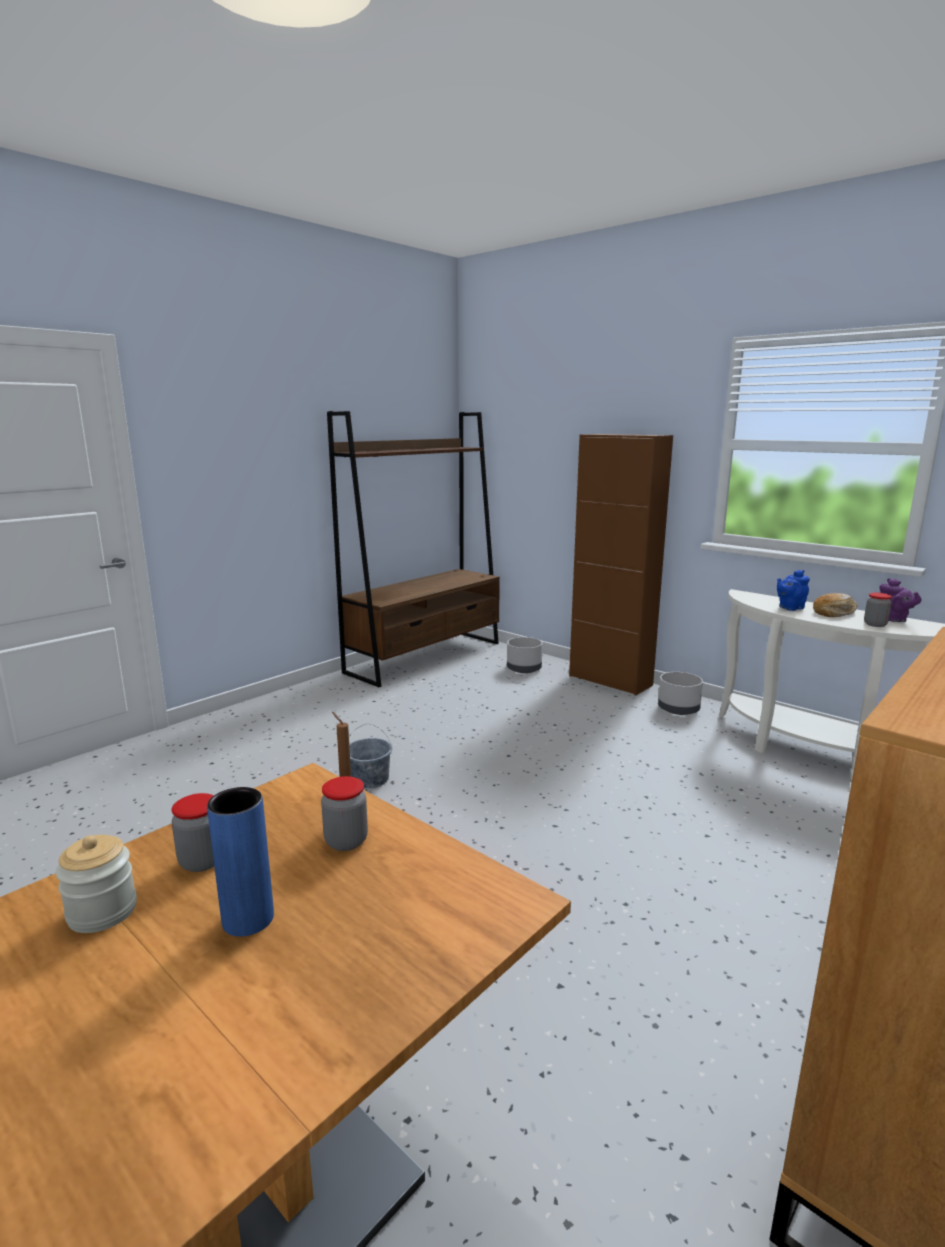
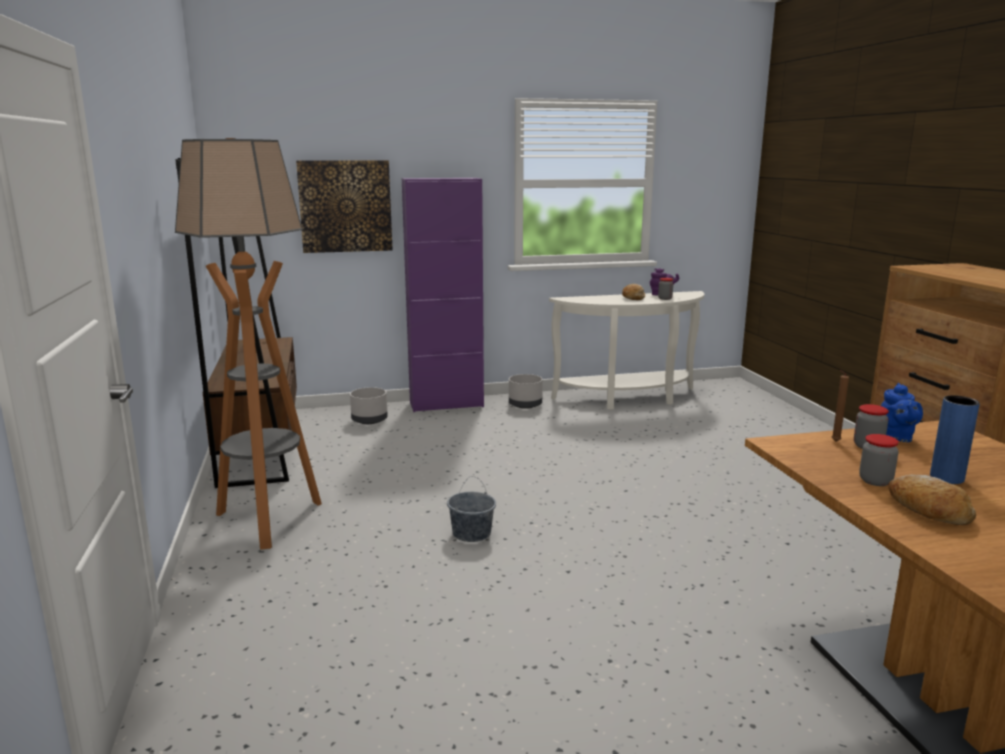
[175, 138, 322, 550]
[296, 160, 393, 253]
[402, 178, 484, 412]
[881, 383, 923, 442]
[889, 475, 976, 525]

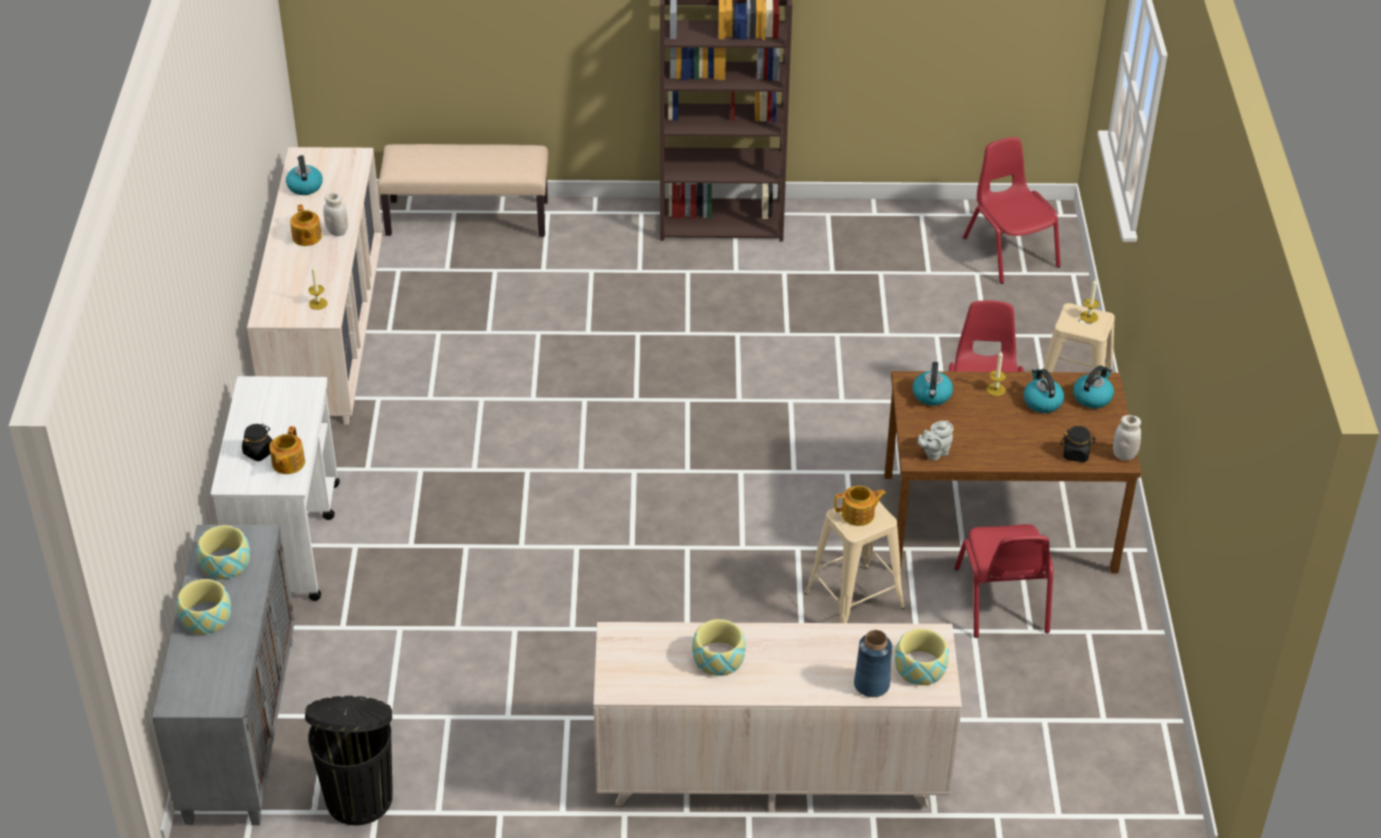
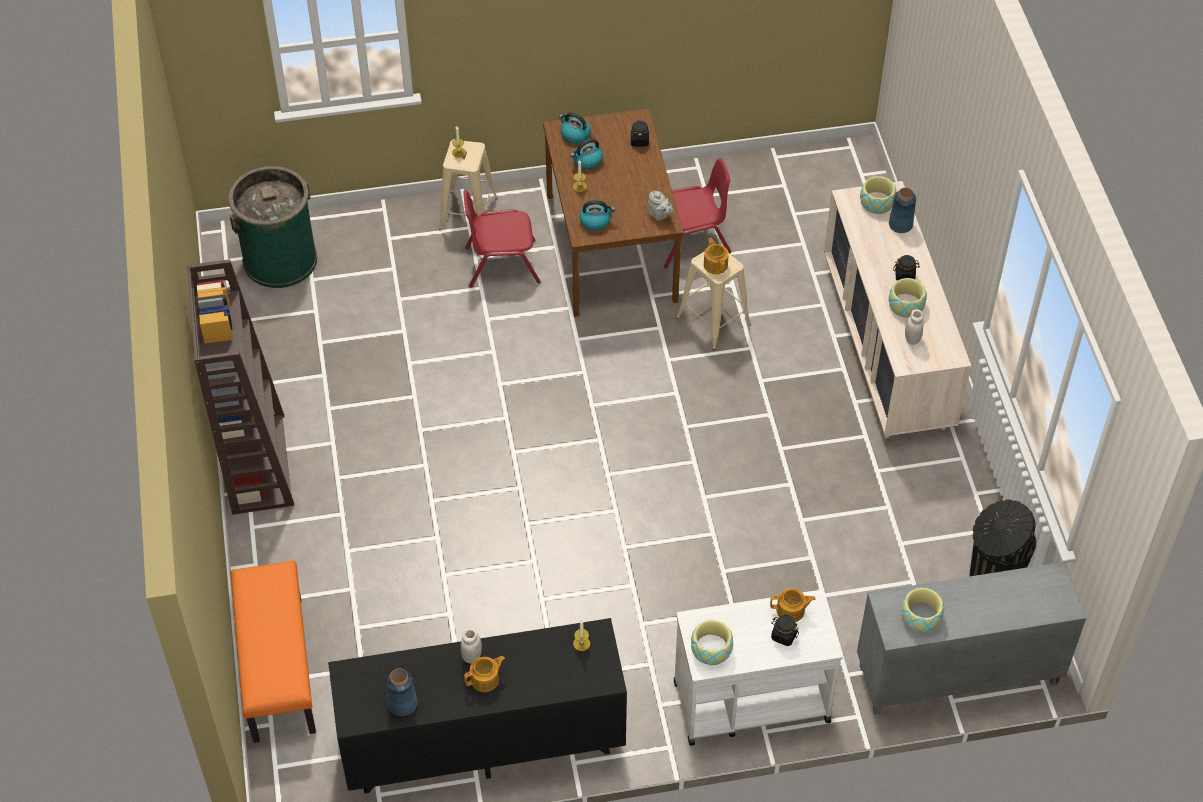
[228, 166, 317, 288]
[230, 561, 316, 743]
[328, 618, 627, 794]
[386, 668, 417, 716]
[691, 620, 733, 665]
[893, 255, 920, 281]
[905, 309, 924, 345]

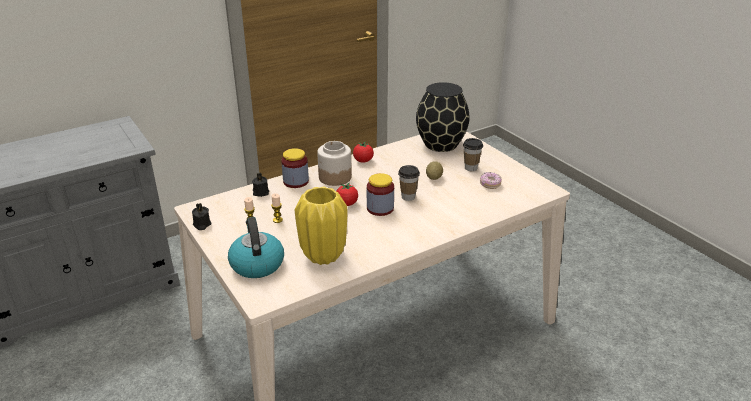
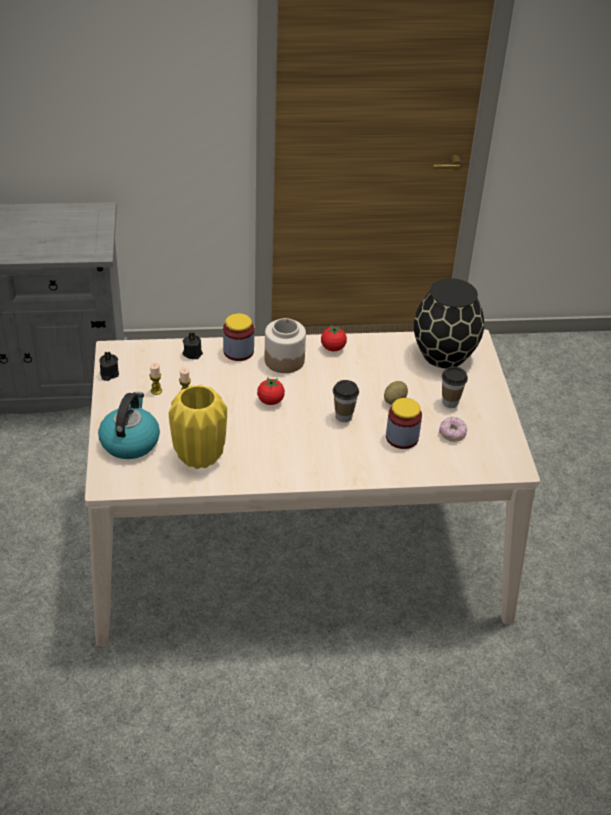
[386, 398, 422, 449]

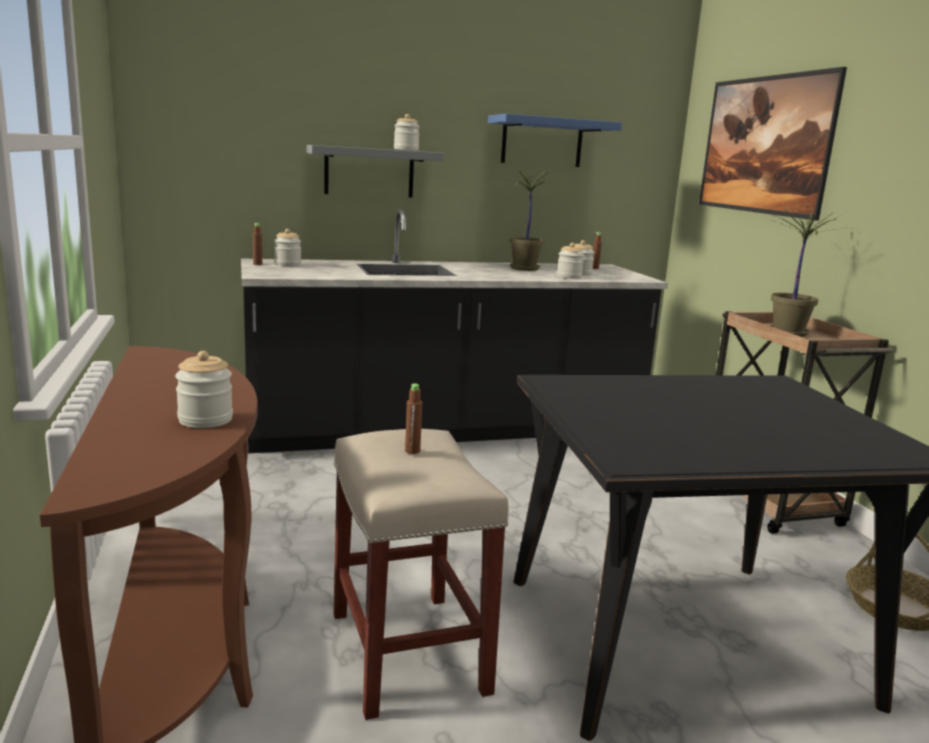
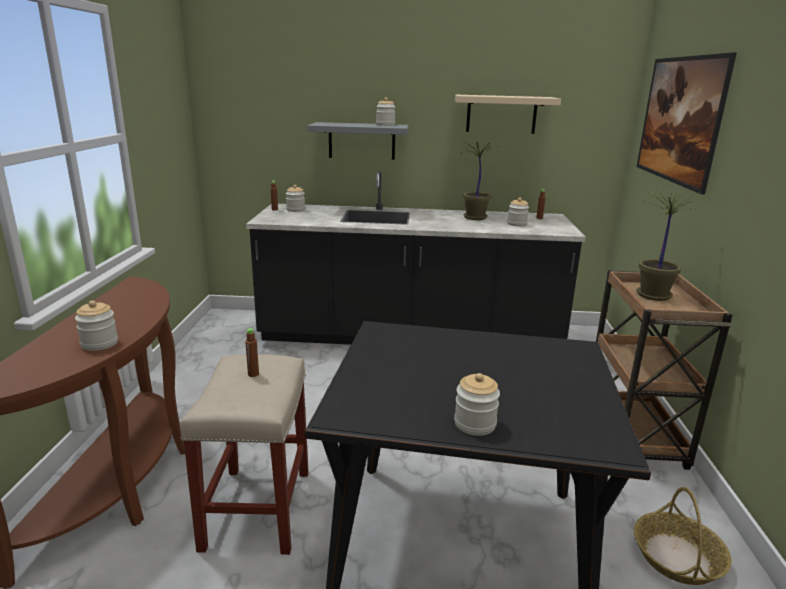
[454, 373, 500, 436]
[455, 95, 561, 134]

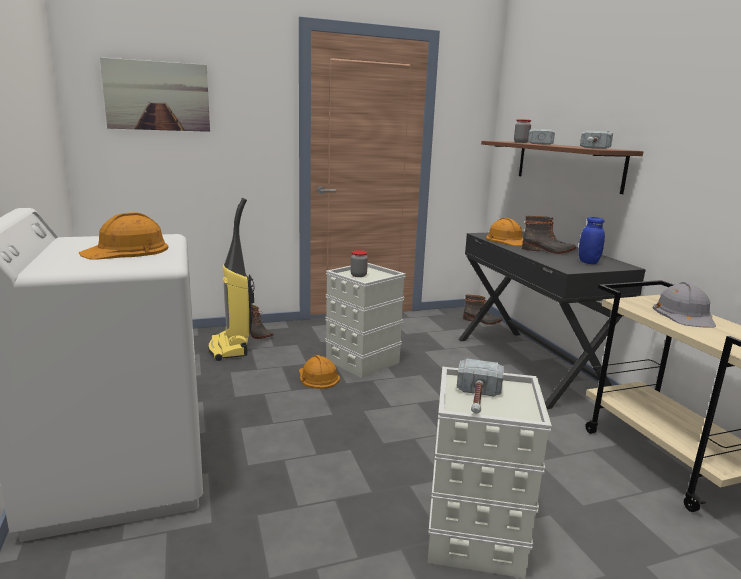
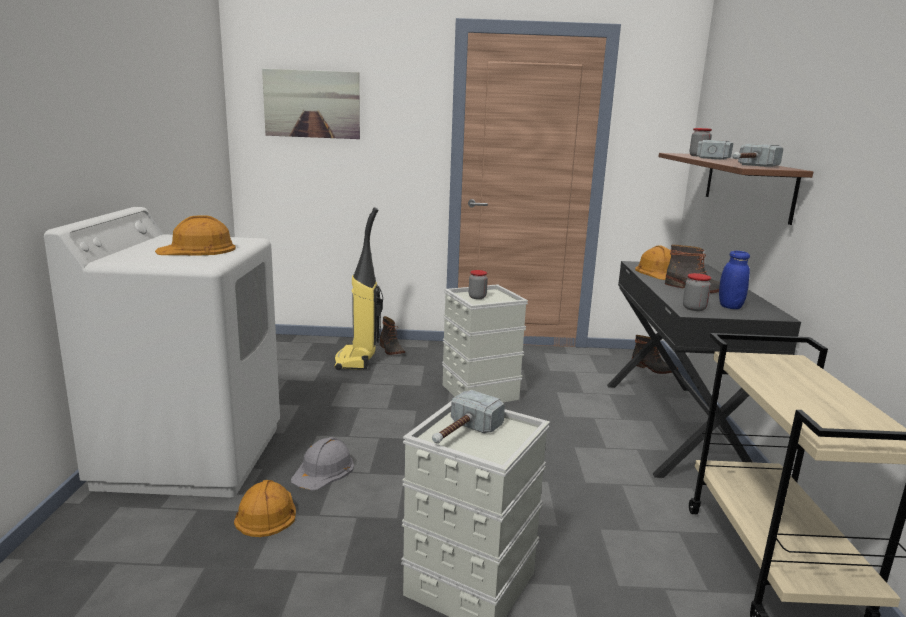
[234, 480, 296, 537]
[291, 437, 354, 491]
[683, 273, 711, 311]

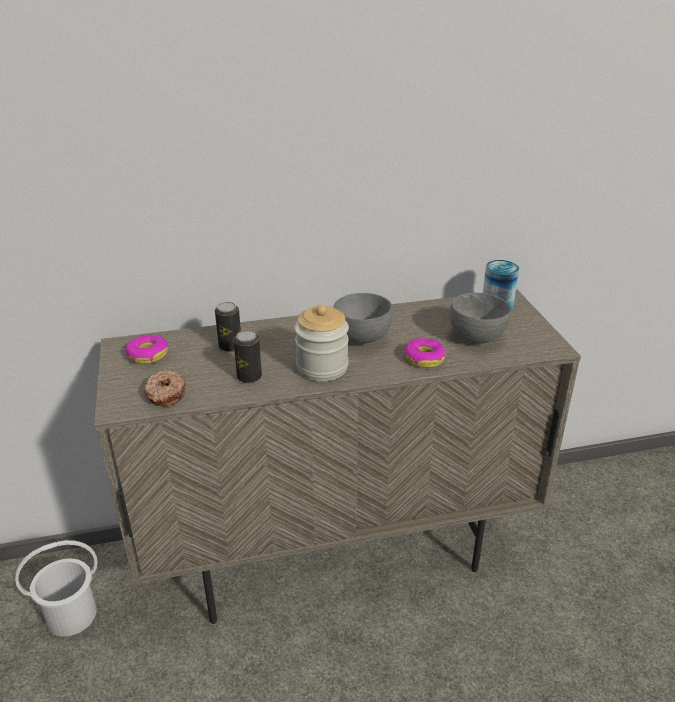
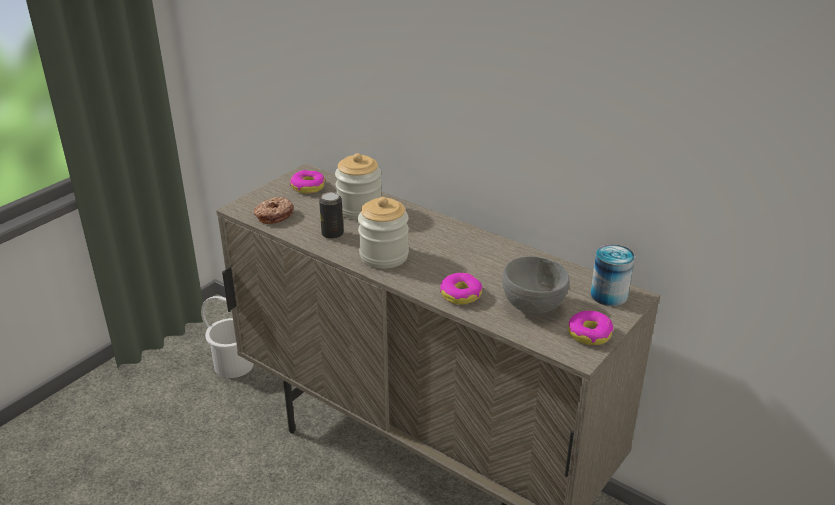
[335, 153, 382, 220]
[568, 311, 613, 345]
[333, 293, 393, 344] (first image)

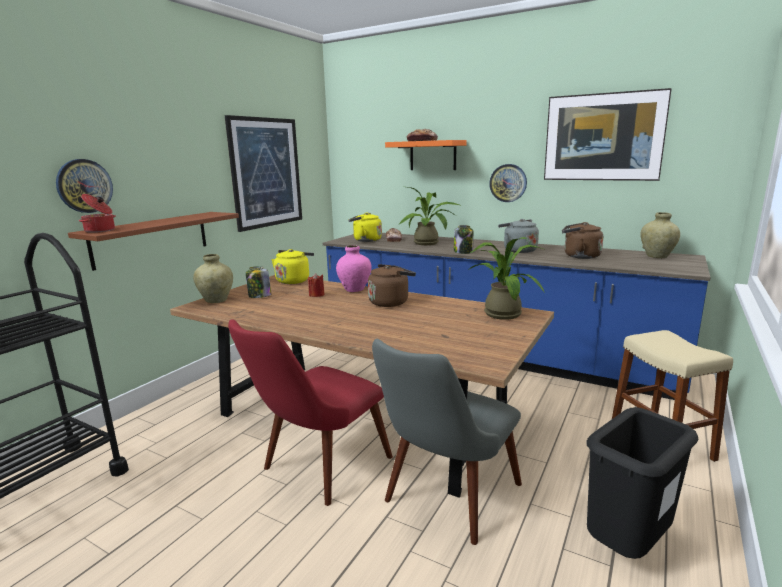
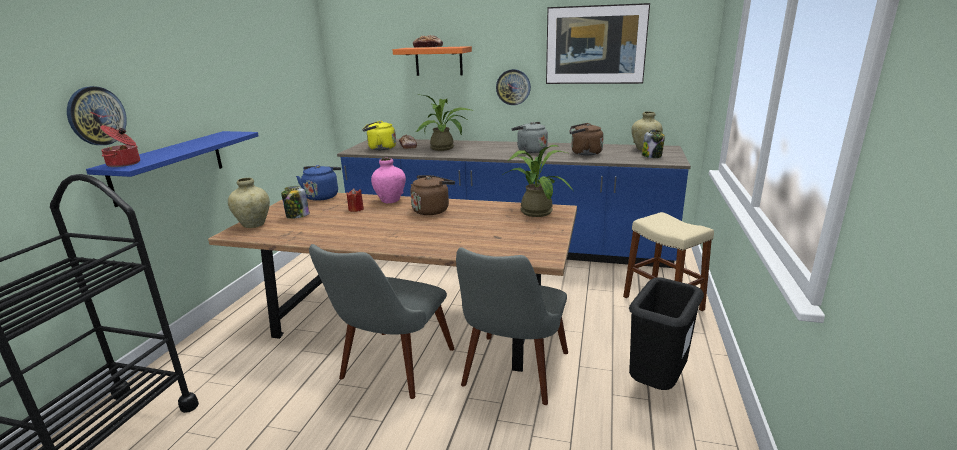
[86, 131, 259, 207]
[296, 165, 341, 201]
[309, 244, 454, 399]
[642, 130, 665, 158]
[224, 115, 302, 232] (first image)

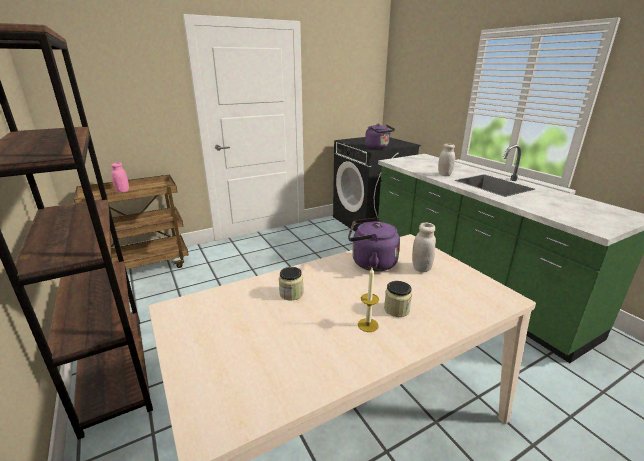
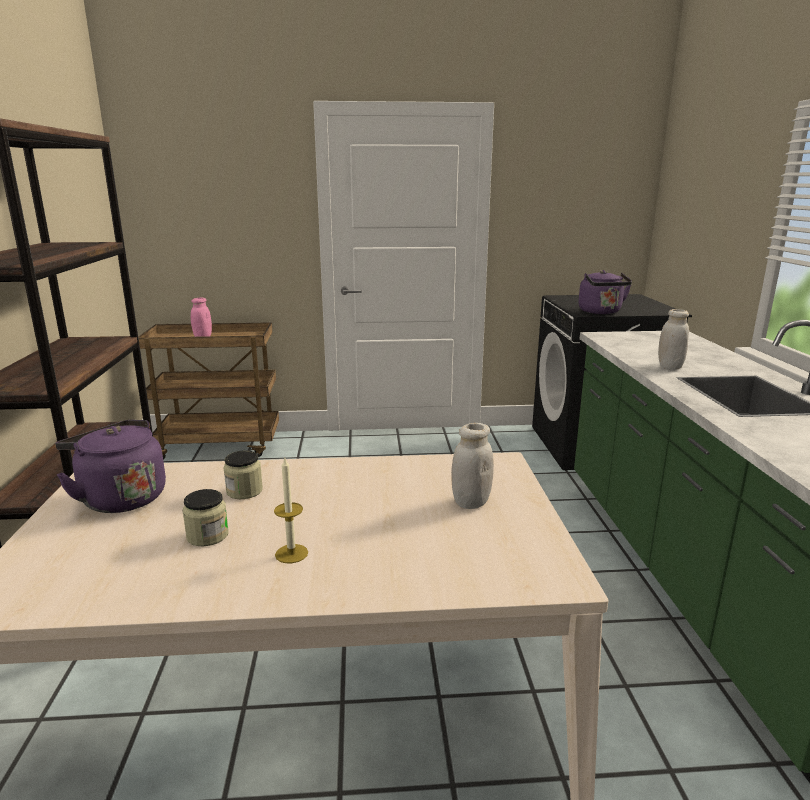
[55, 420, 166, 513]
[183, 489, 229, 546]

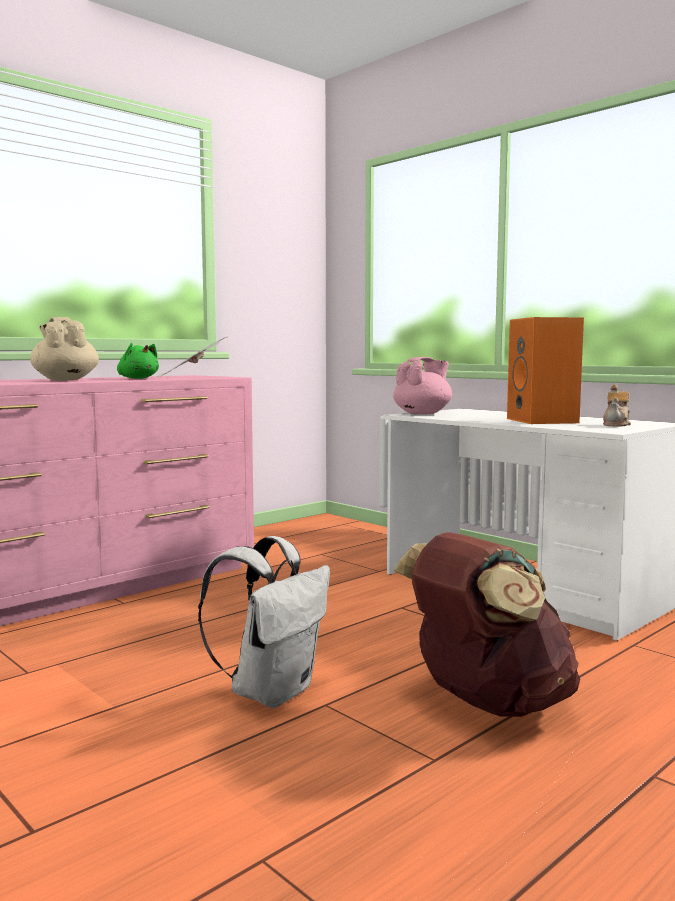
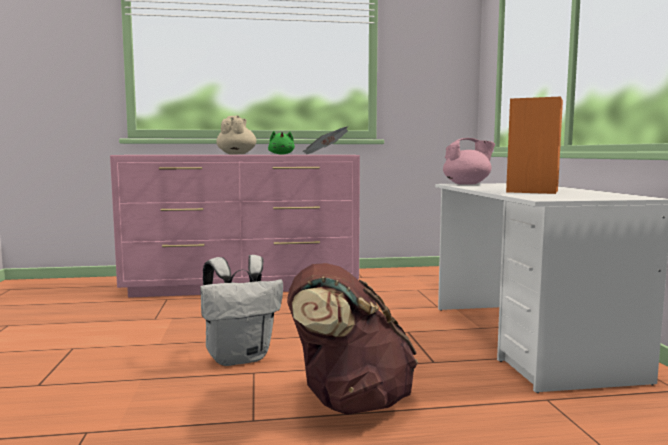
[603, 385, 631, 426] (first image)

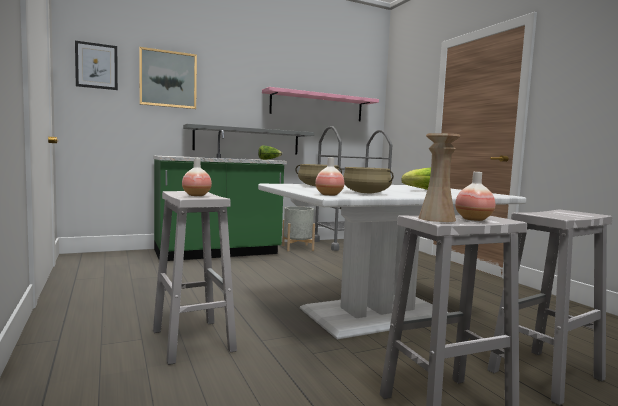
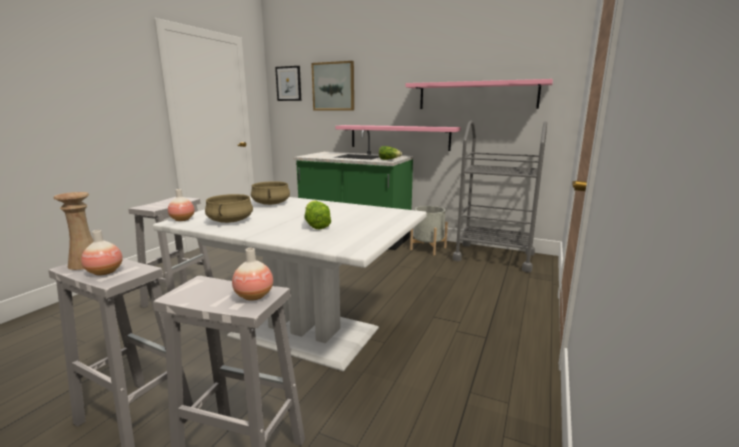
[232, 248, 273, 301]
[336, 125, 461, 151]

